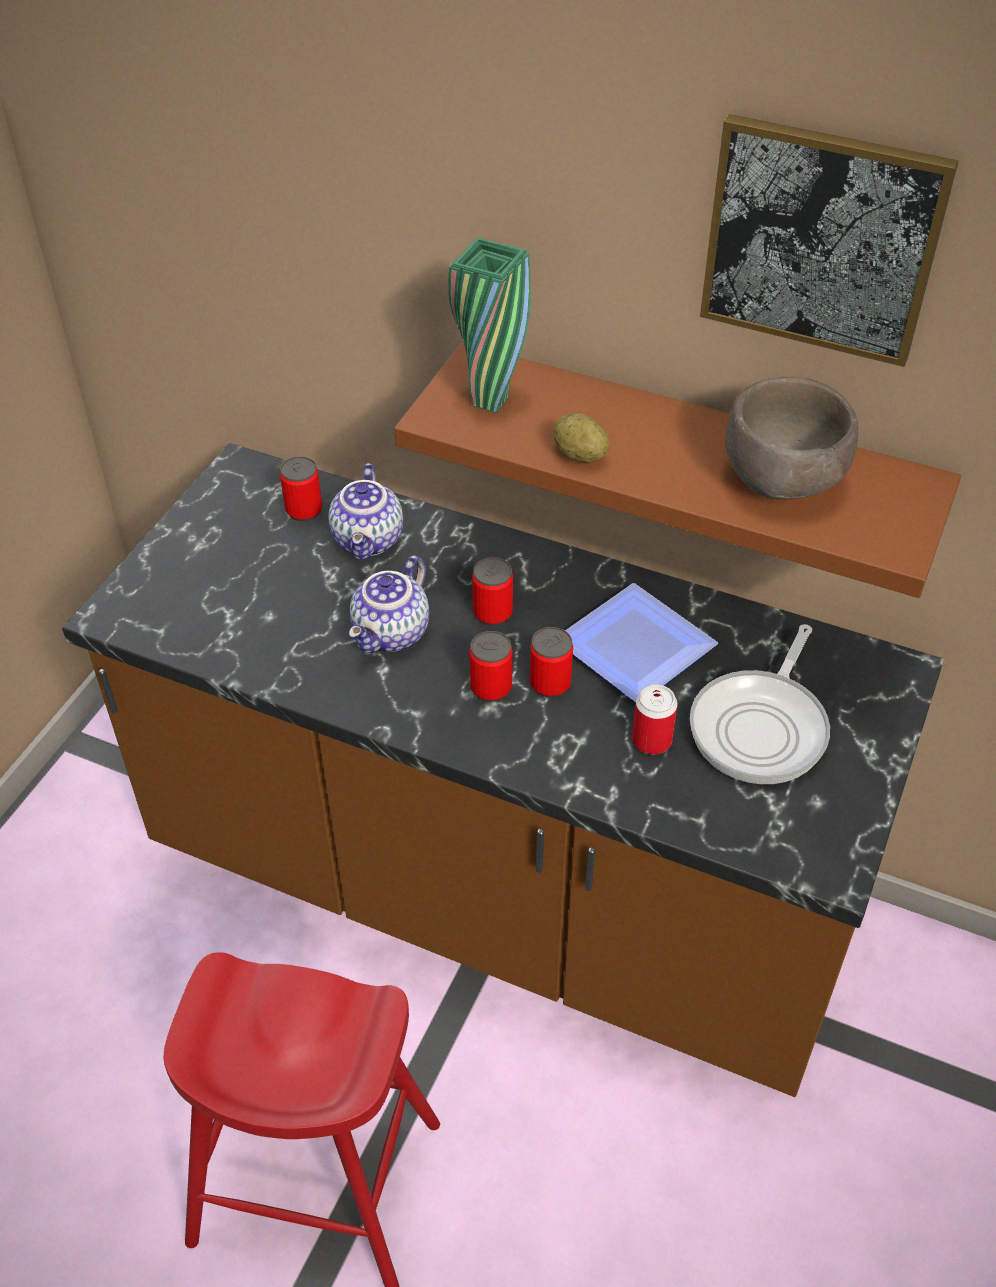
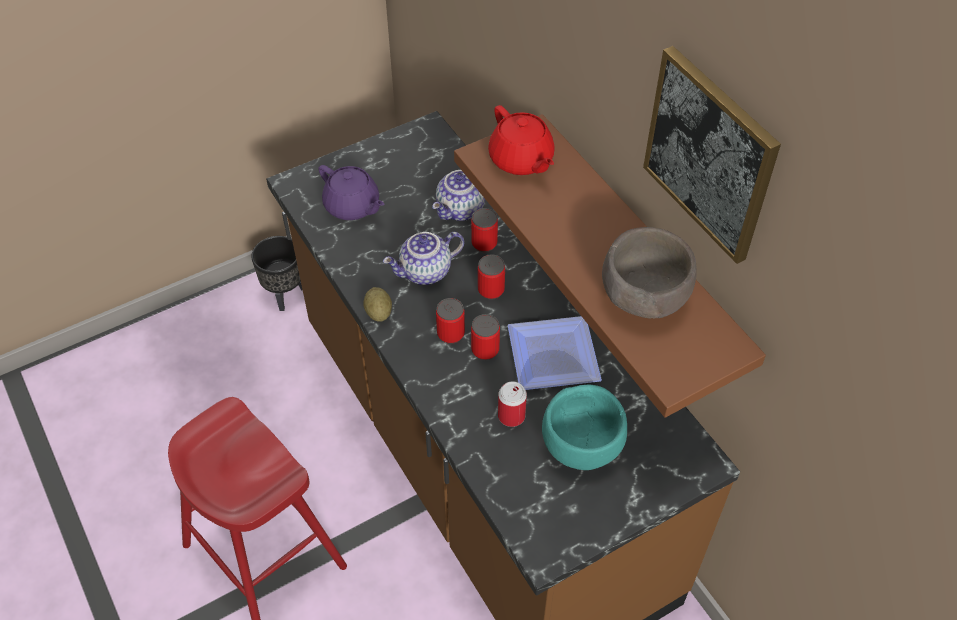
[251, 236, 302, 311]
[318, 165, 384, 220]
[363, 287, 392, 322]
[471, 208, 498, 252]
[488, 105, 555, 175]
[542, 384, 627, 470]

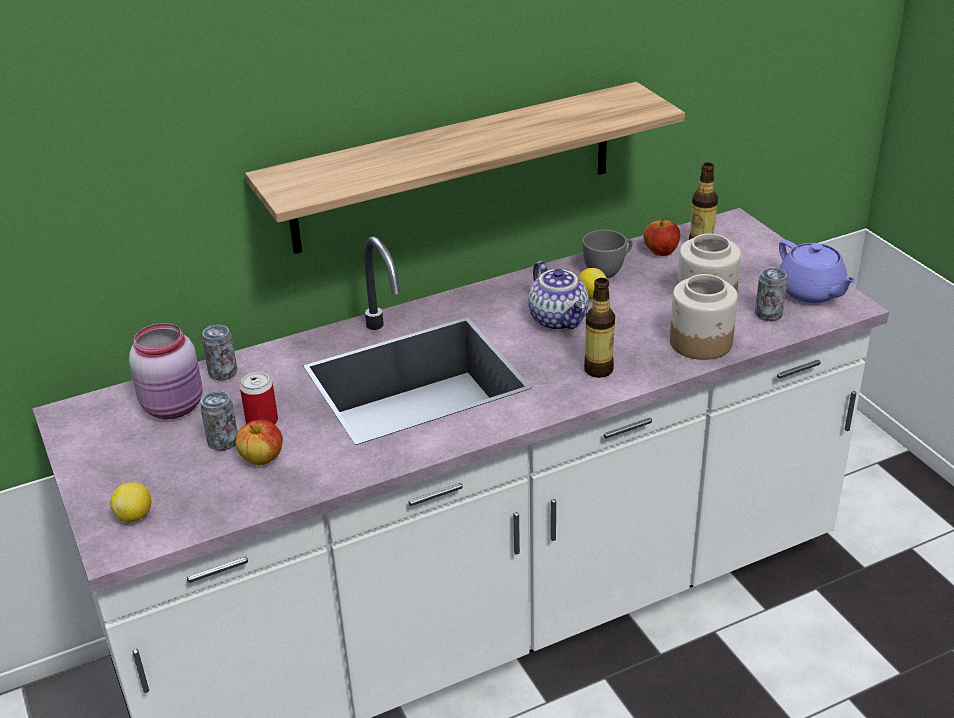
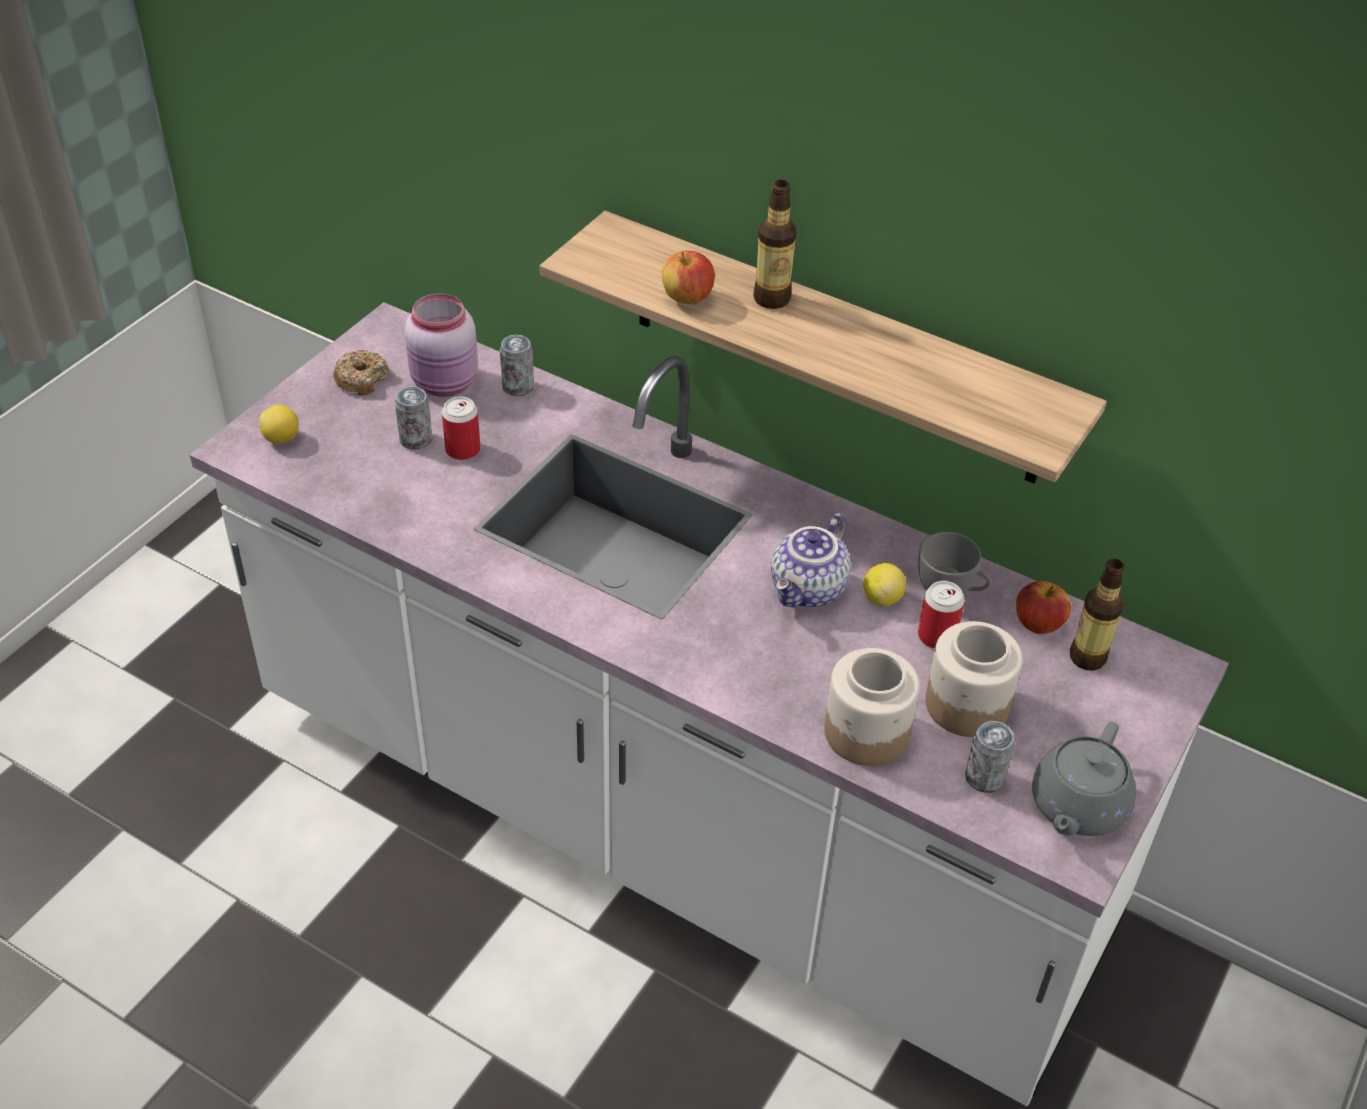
[333, 350, 390, 396]
[662, 250, 715, 305]
[753, 180, 796, 309]
[918, 581, 965, 649]
[1032, 722, 1136, 836]

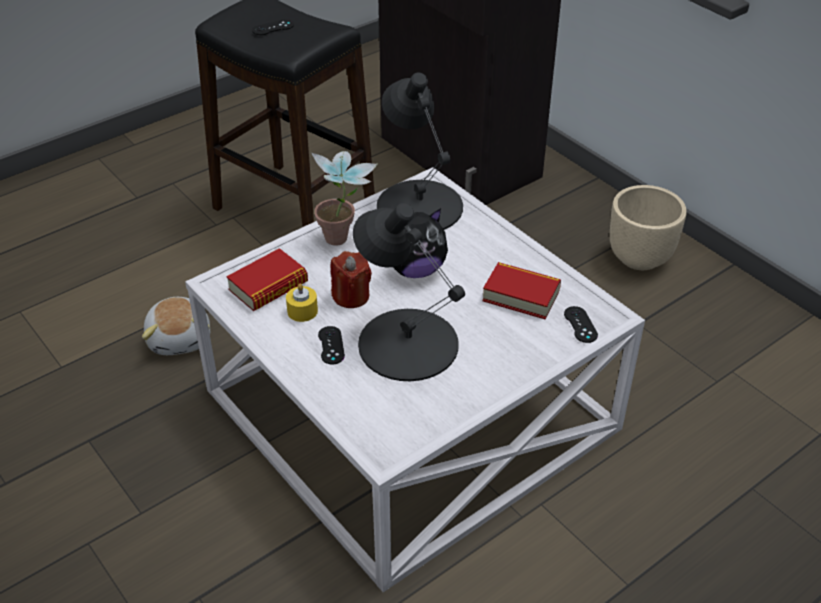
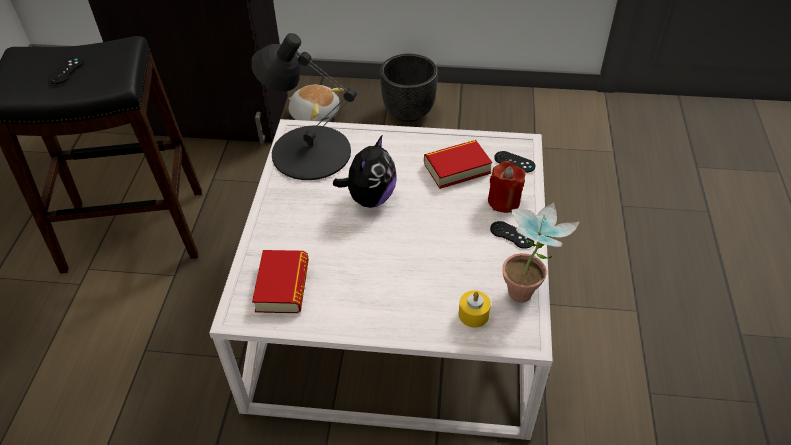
[288, 85, 344, 122]
[380, 54, 438, 122]
[459, 290, 491, 328]
[488, 161, 526, 213]
[490, 221, 534, 249]
[502, 202, 580, 303]
[353, 203, 465, 381] (first image)

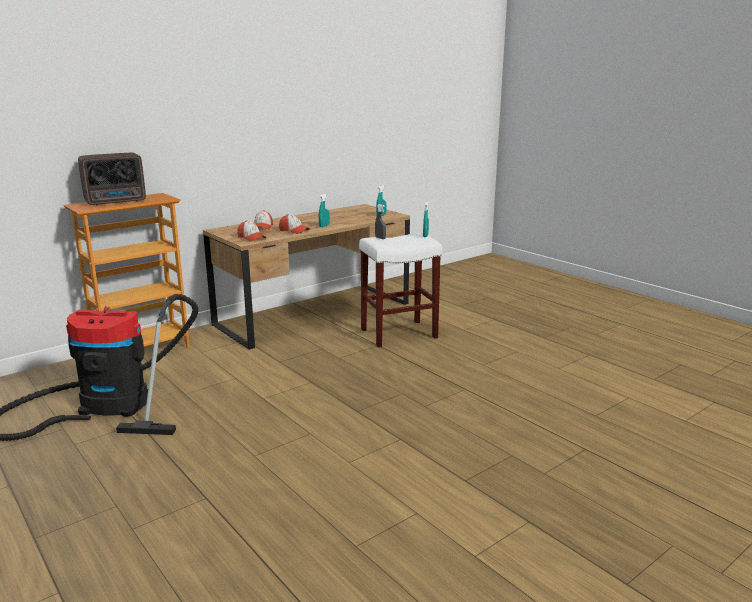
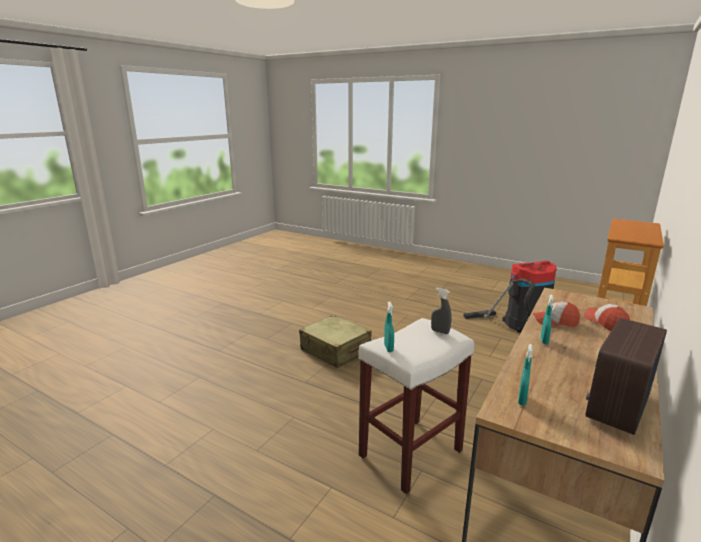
[299, 315, 372, 368]
[586, 318, 667, 435]
[237, 220, 266, 242] (first image)

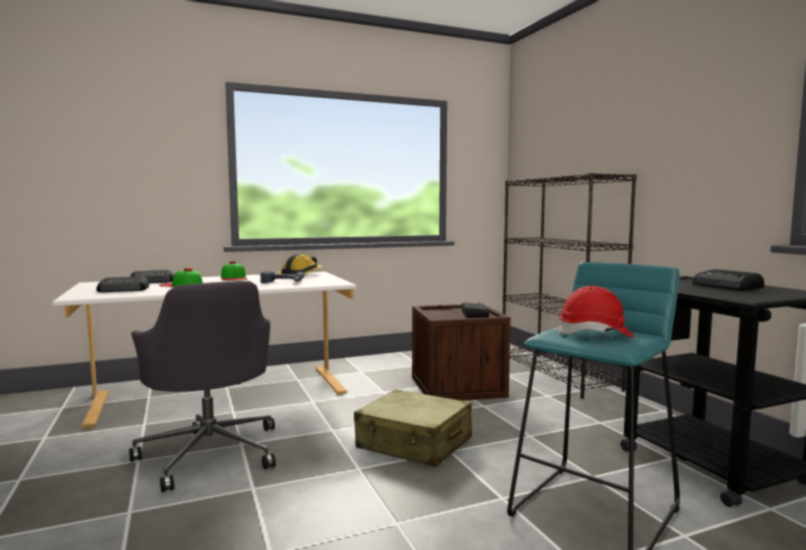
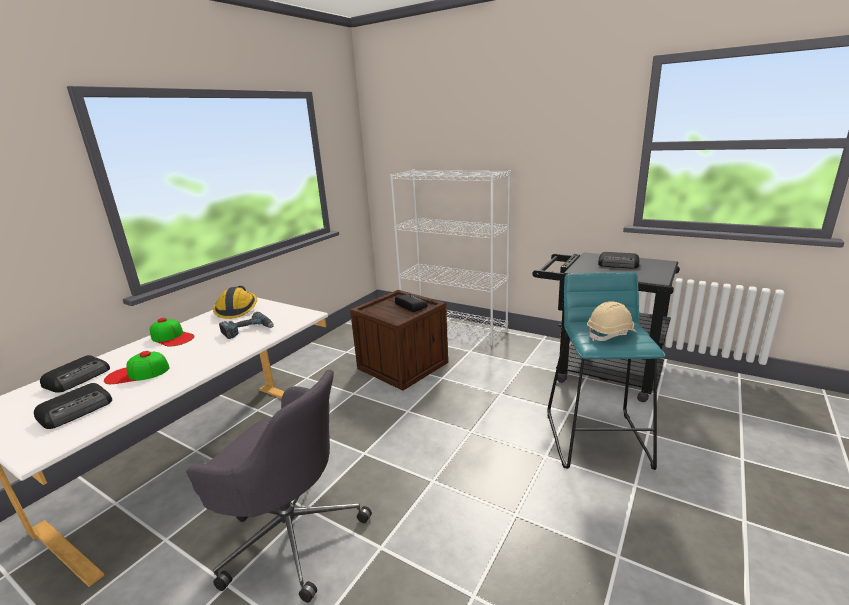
[390, 170, 511, 346]
[587, 301, 637, 341]
[354, 389, 472, 467] (first image)

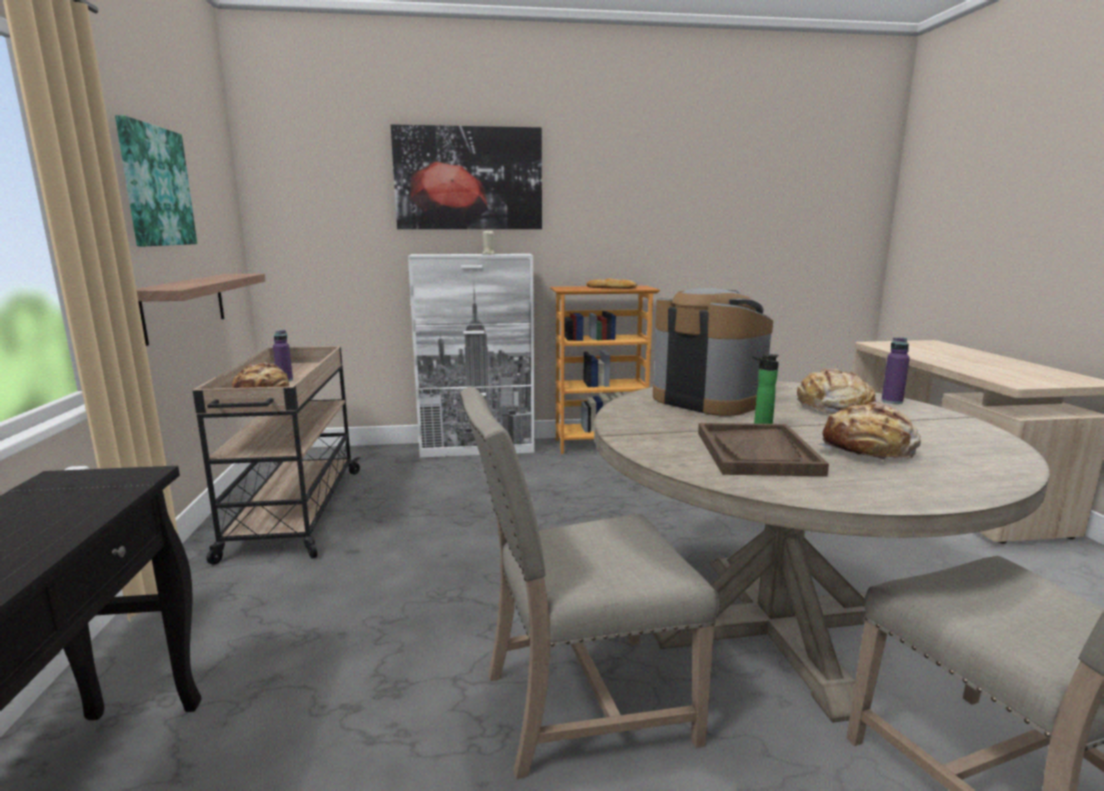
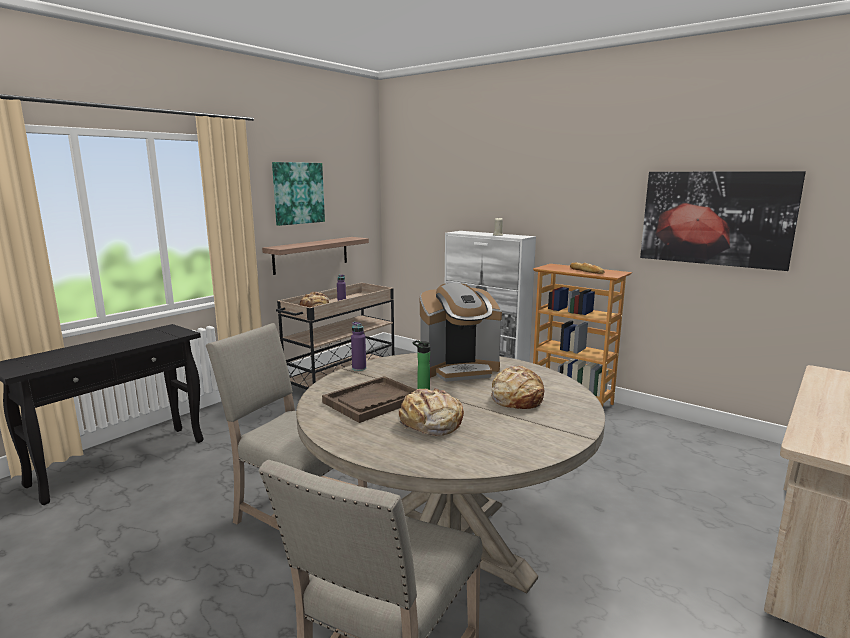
[351, 322, 366, 371]
[420, 283, 502, 382]
[640, 171, 806, 271]

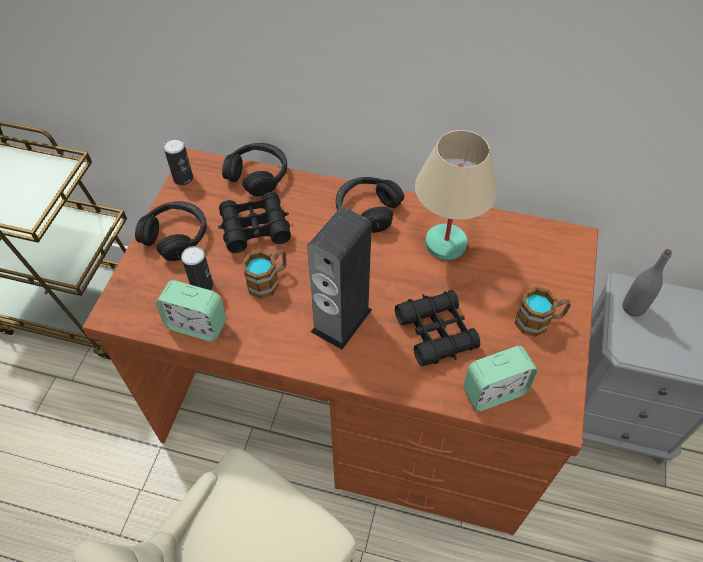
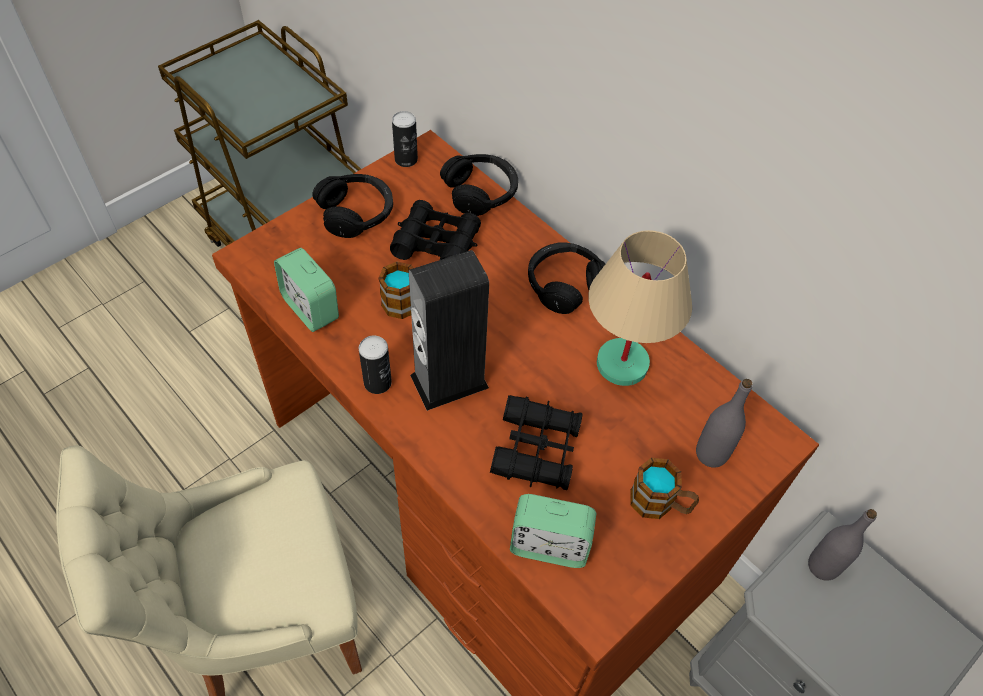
[359, 335, 392, 394]
[696, 379, 752, 468]

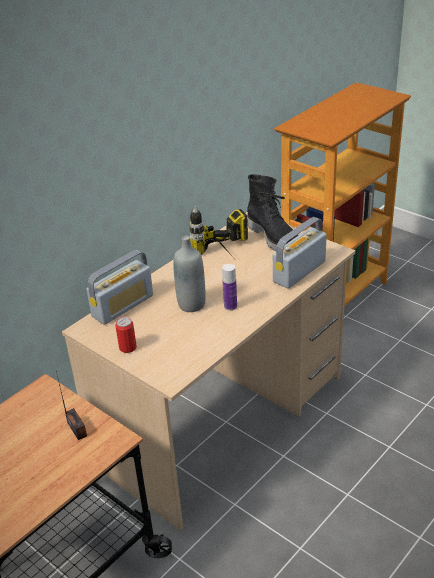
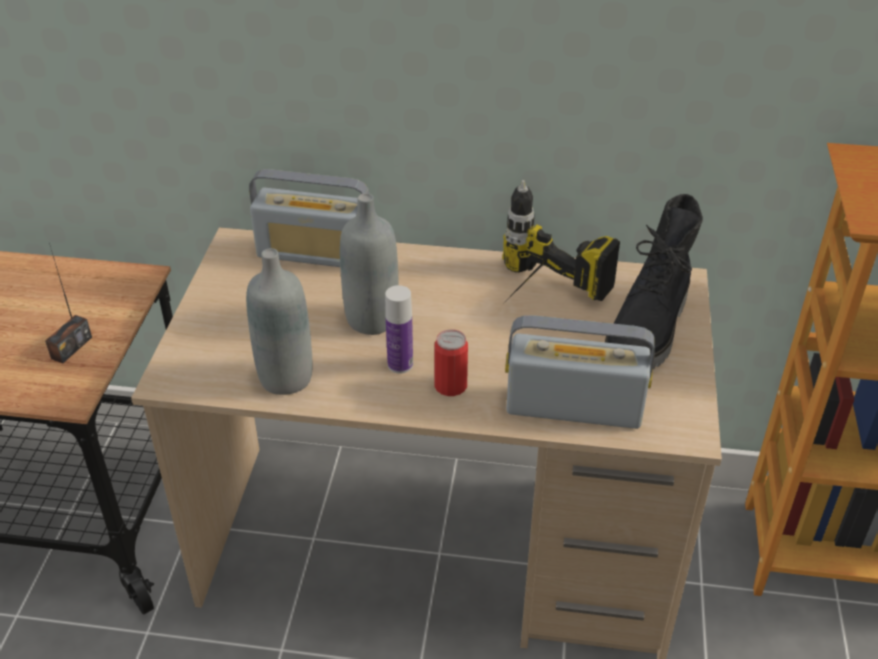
[246, 248, 312, 395]
[435, 329, 468, 396]

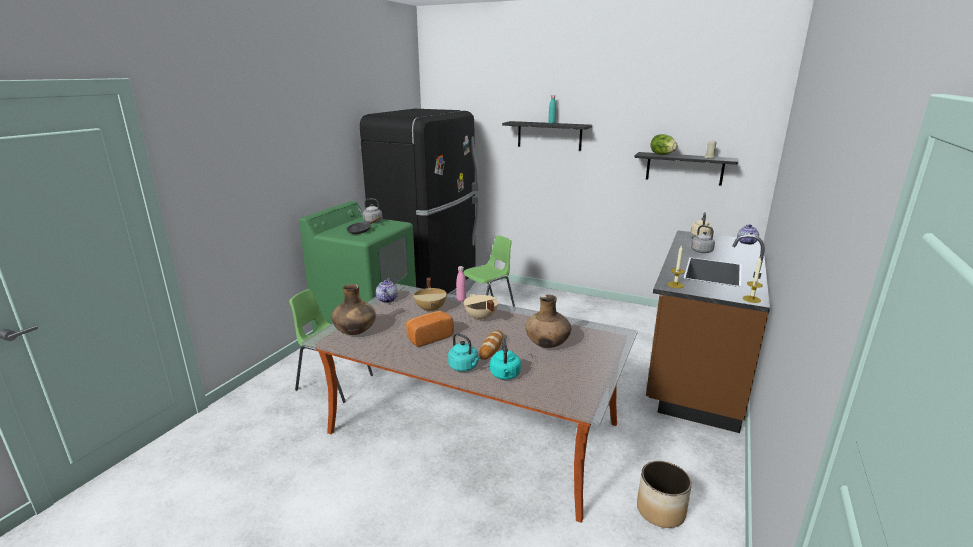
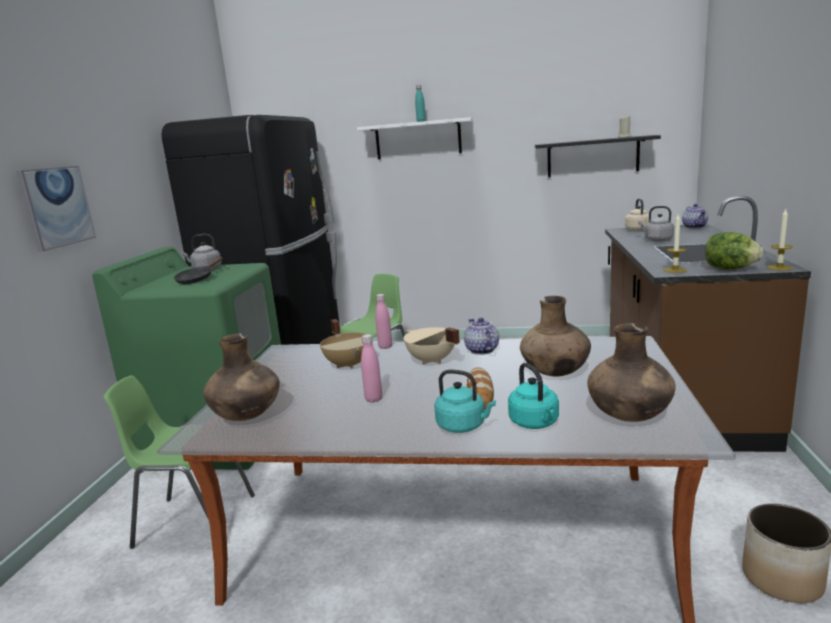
[16, 166, 96, 252]
[357, 117, 473, 160]
[361, 334, 382, 403]
[464, 318, 499, 355]
[587, 323, 676, 422]
[705, 232, 763, 269]

